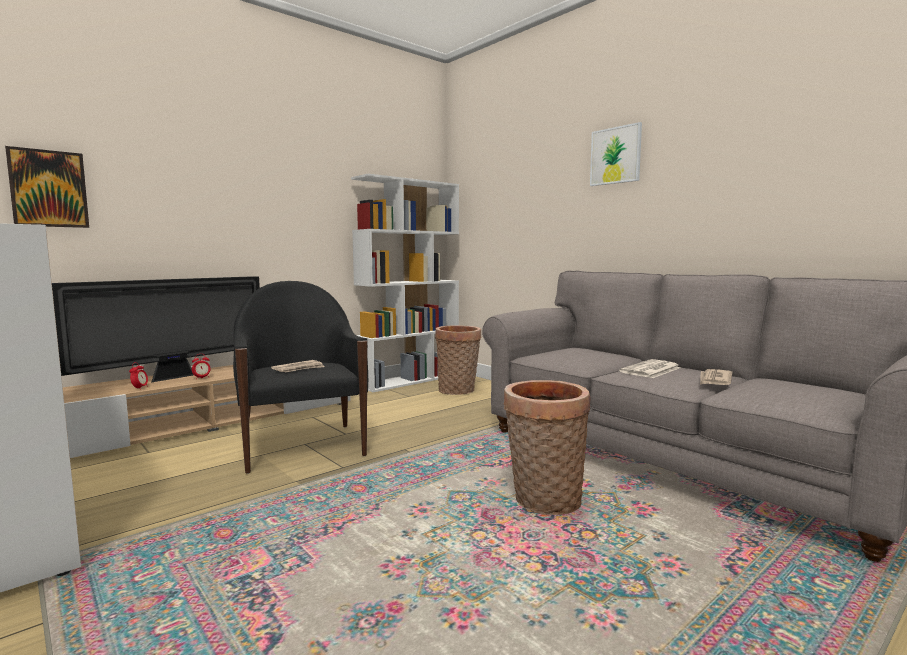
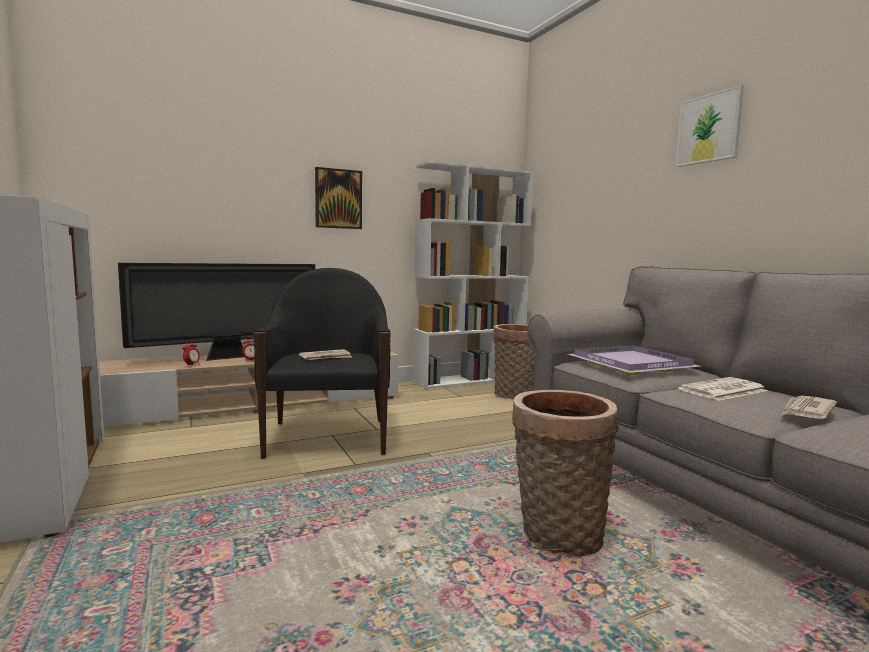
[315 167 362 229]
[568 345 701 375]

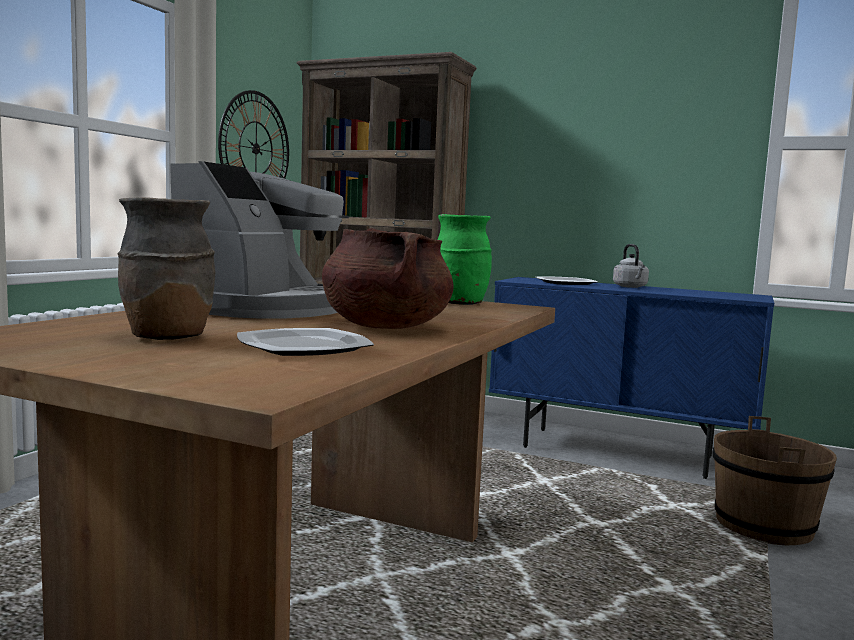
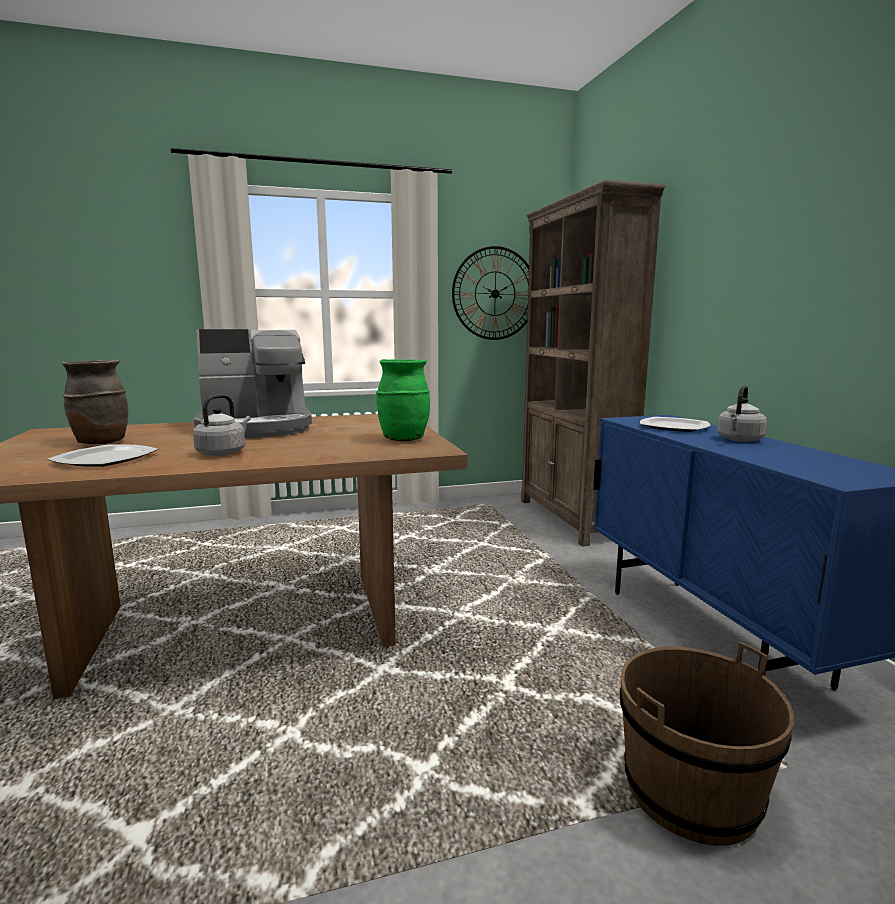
[193 394 251 456]

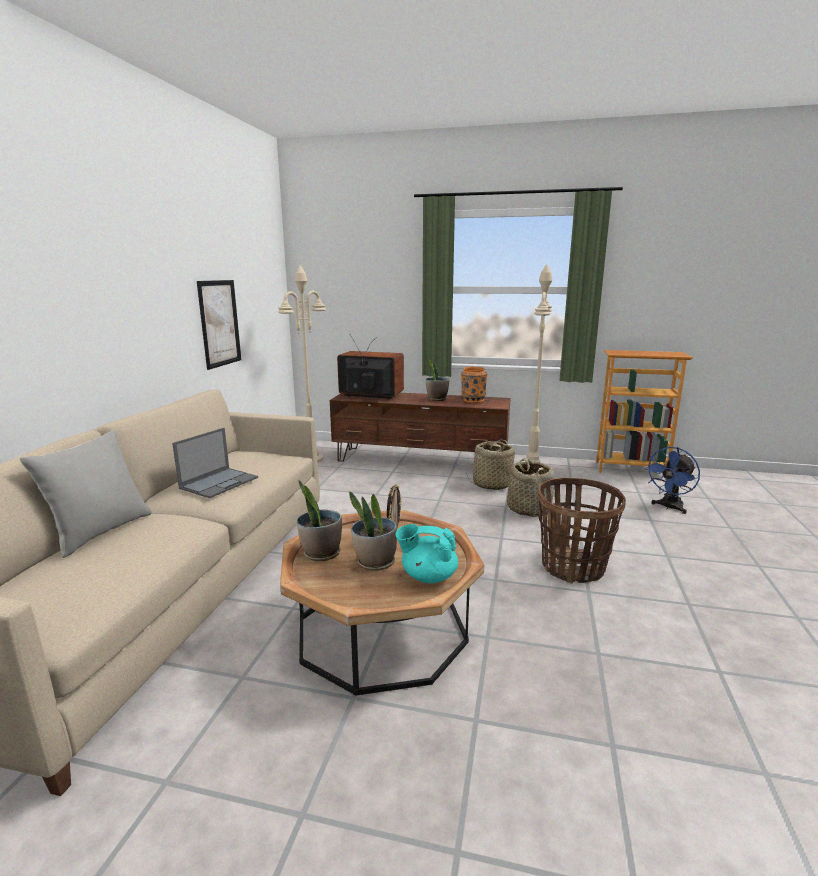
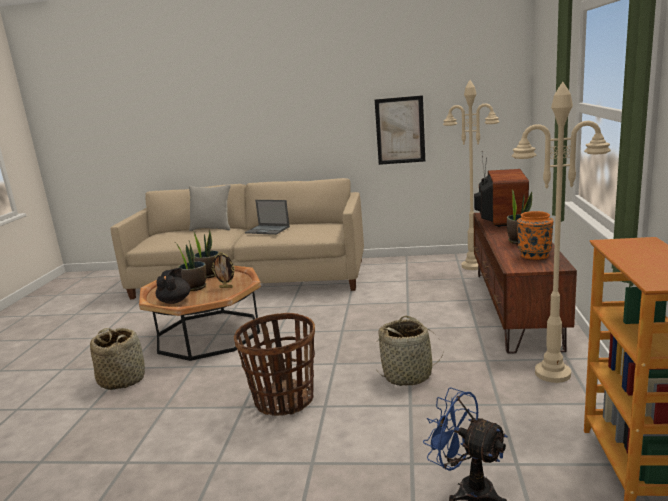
[90 328 145 390]
[156 268 191 304]

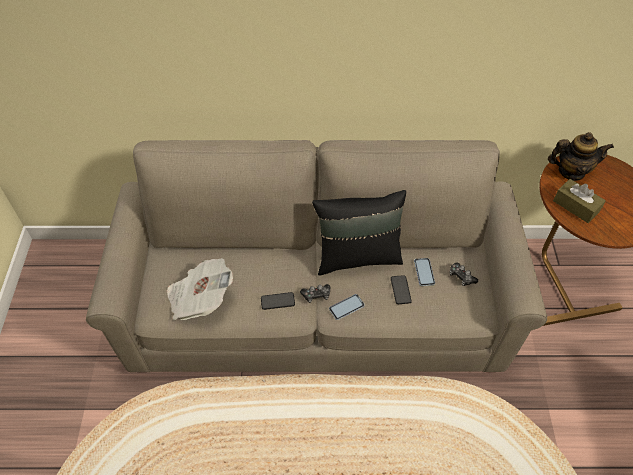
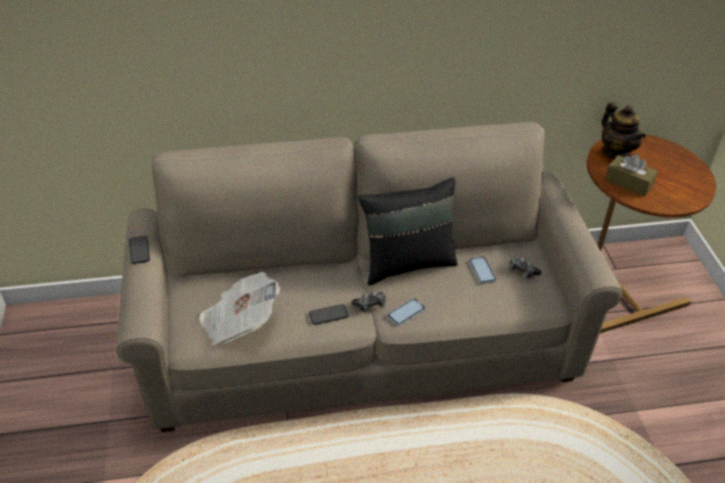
[601 102 646 159]
[129 236 150 264]

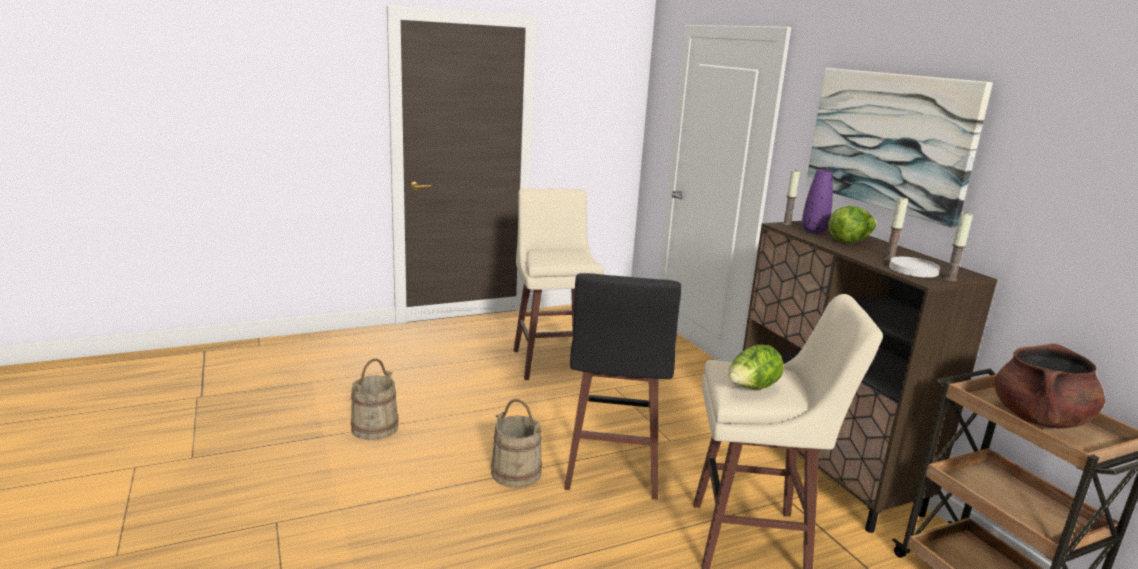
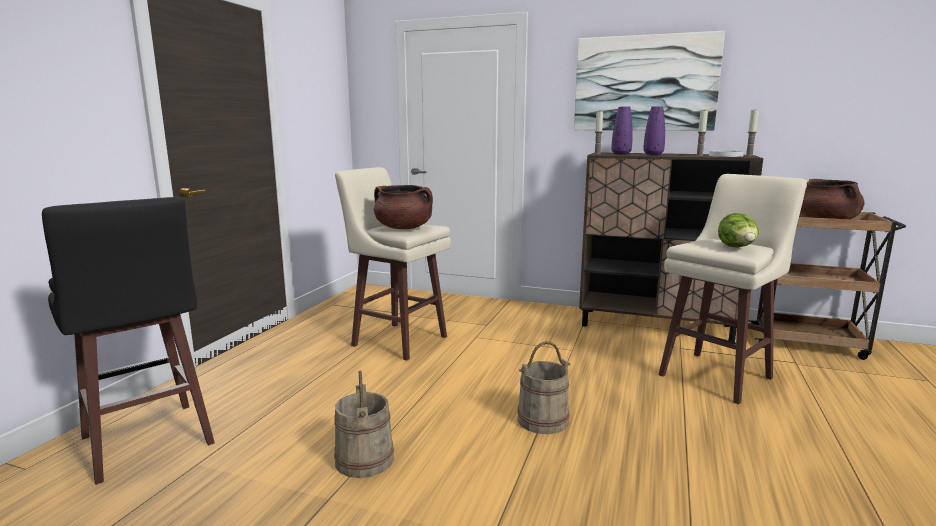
[643 106 665 155]
[42 197 215 485]
[374 185 433 229]

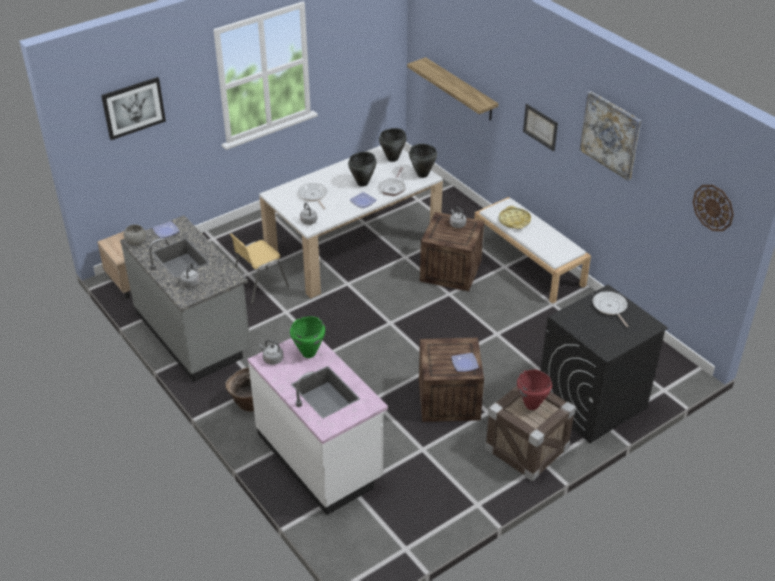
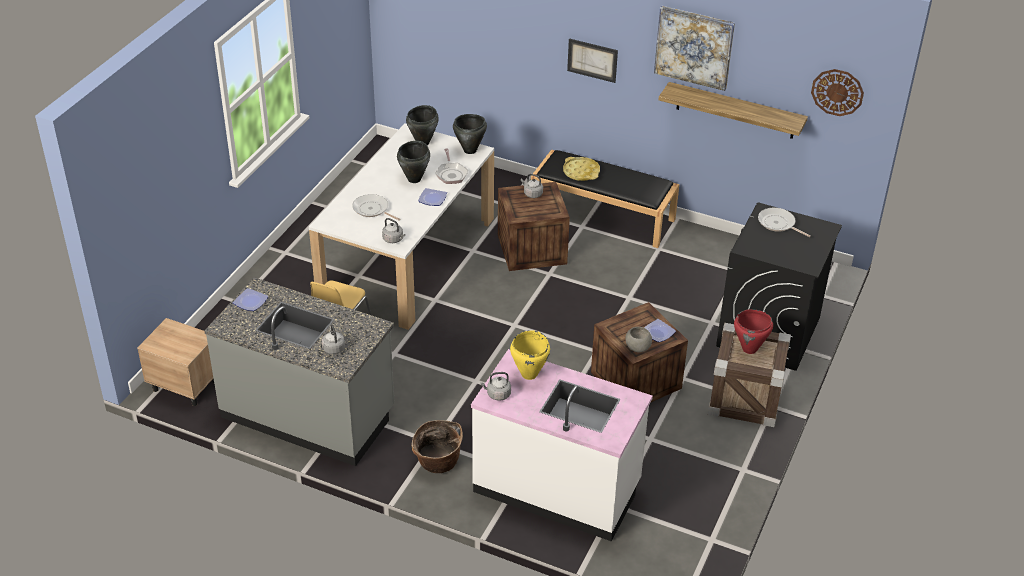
[658 82 808 139]
[101 77 166 140] (first image)
[531 150 679 248]
[625 327 652 352]
[510 330 550 380]

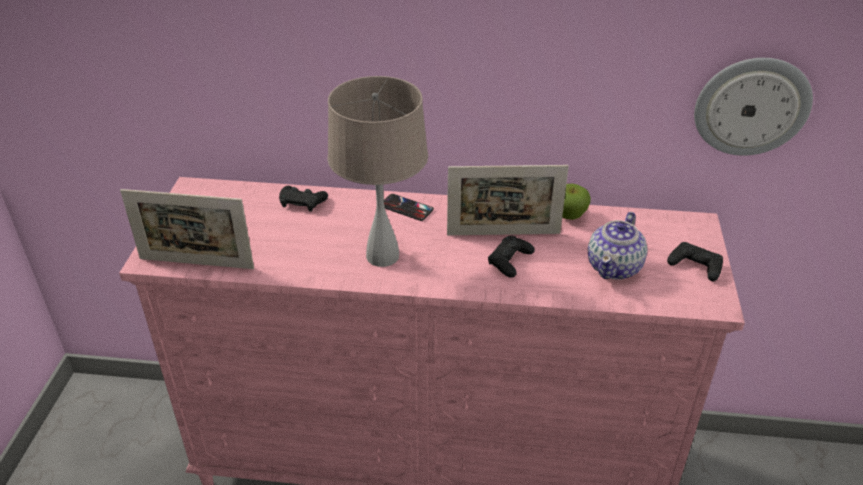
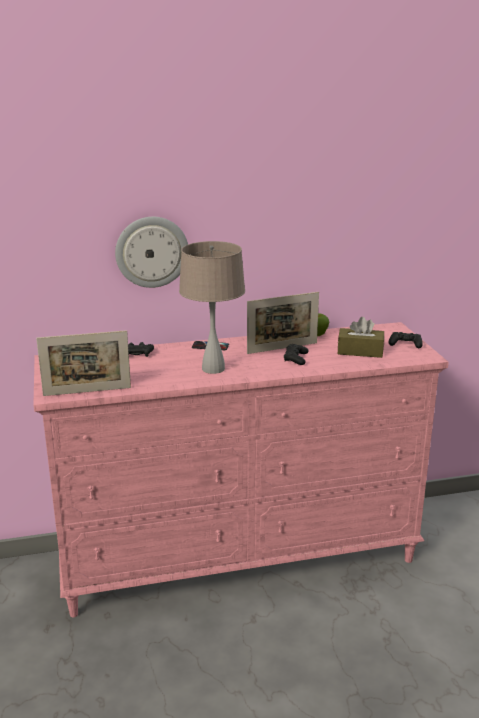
[115 217 188 288]
[338 317 384 358]

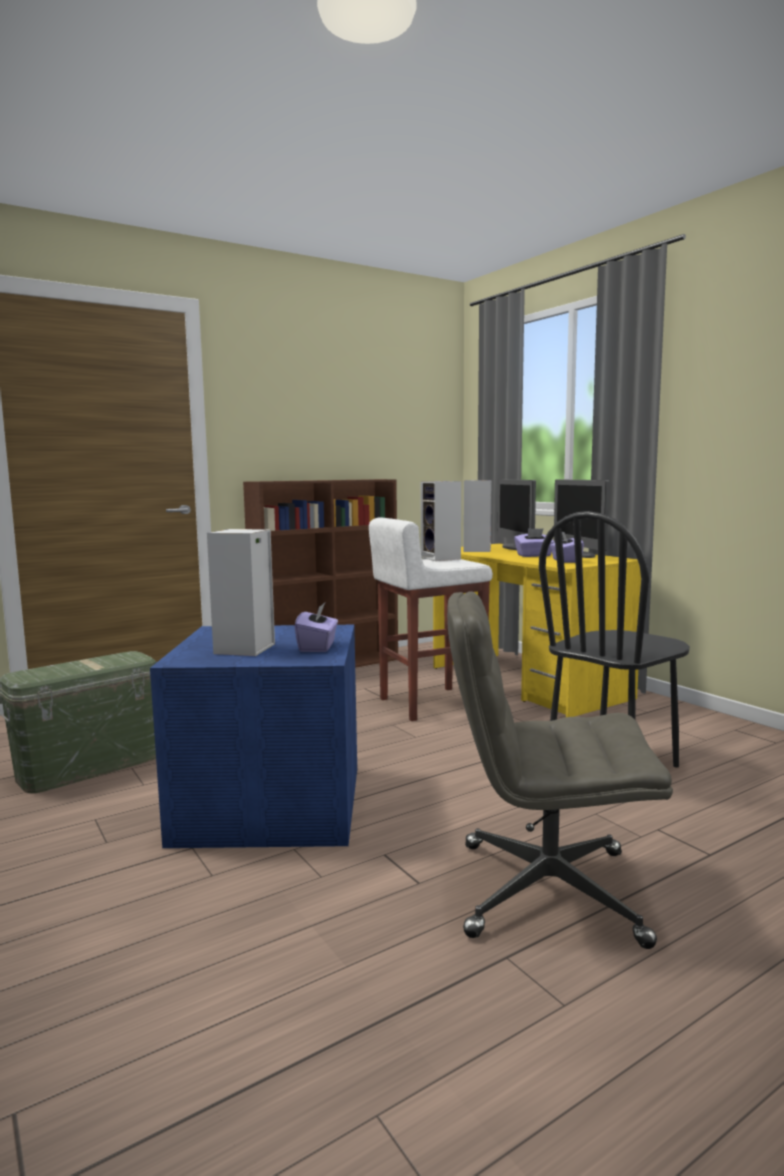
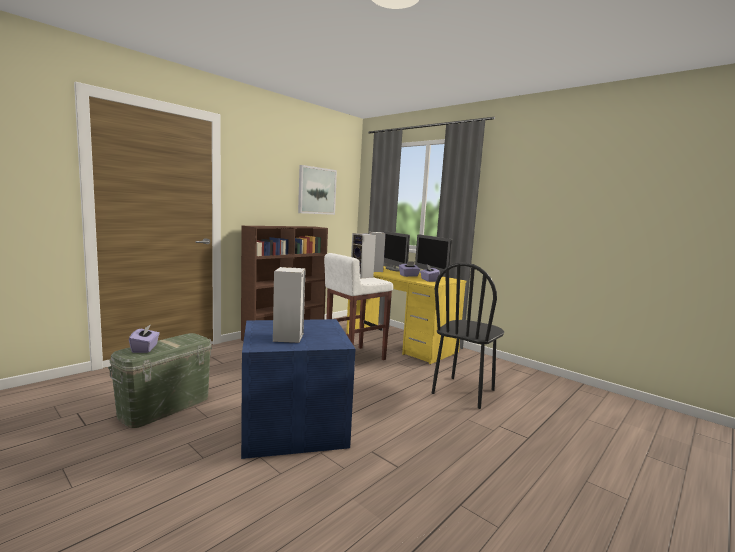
[447 591 673 949] (first image)
[129 324 160 353]
[298 165 337 215]

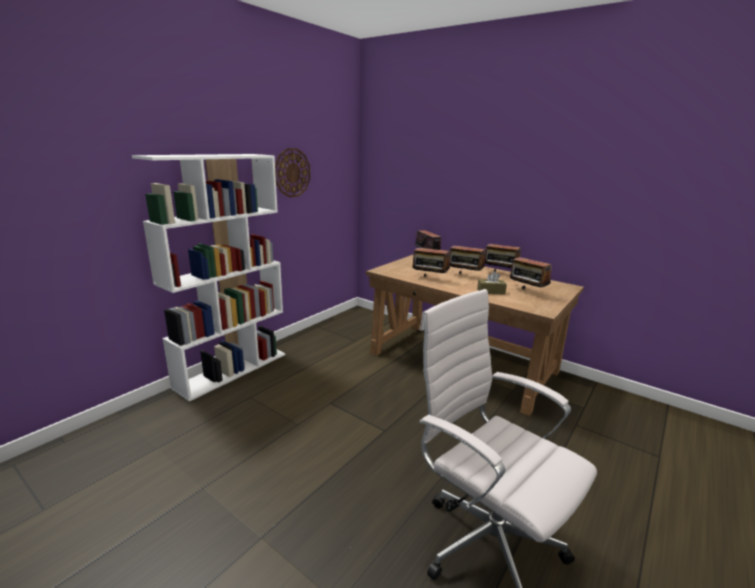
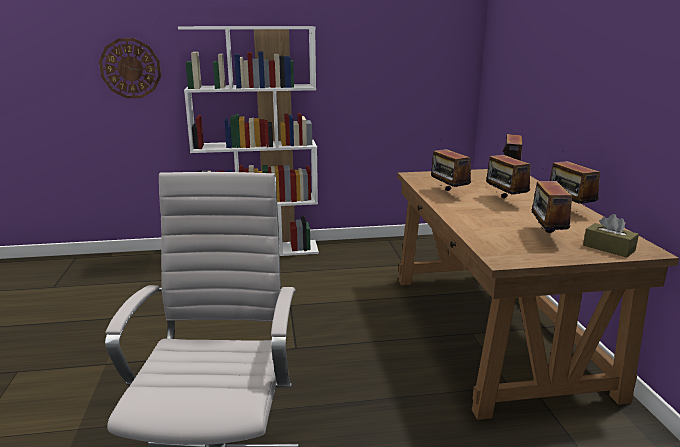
[99 38 161 98]
[583 214 639 257]

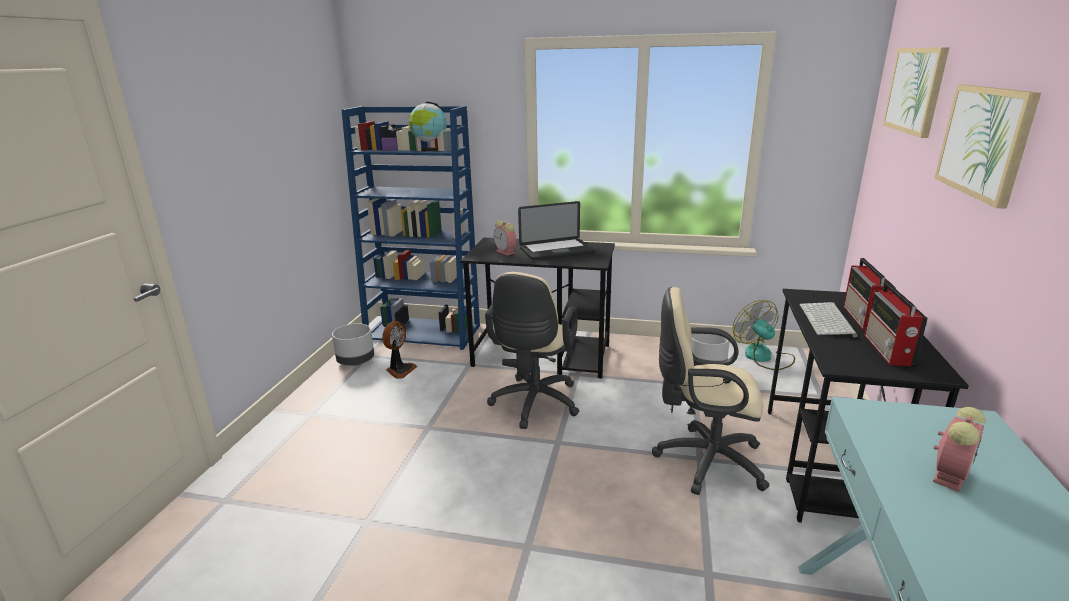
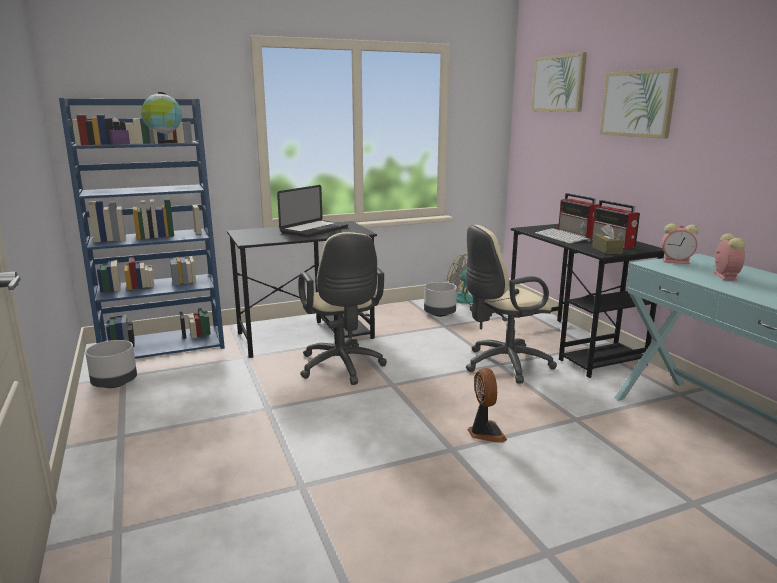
[662 223 699 264]
[468 368 507 443]
[592 224 624 254]

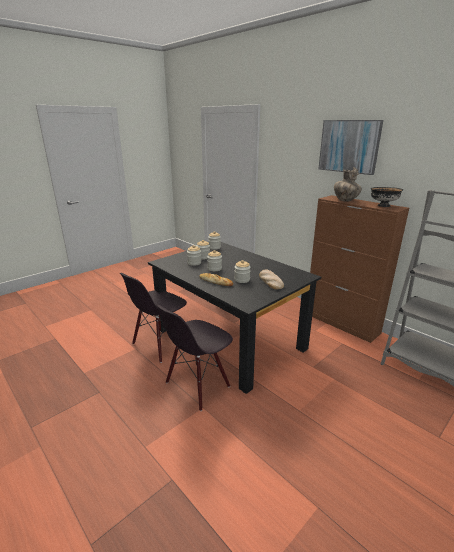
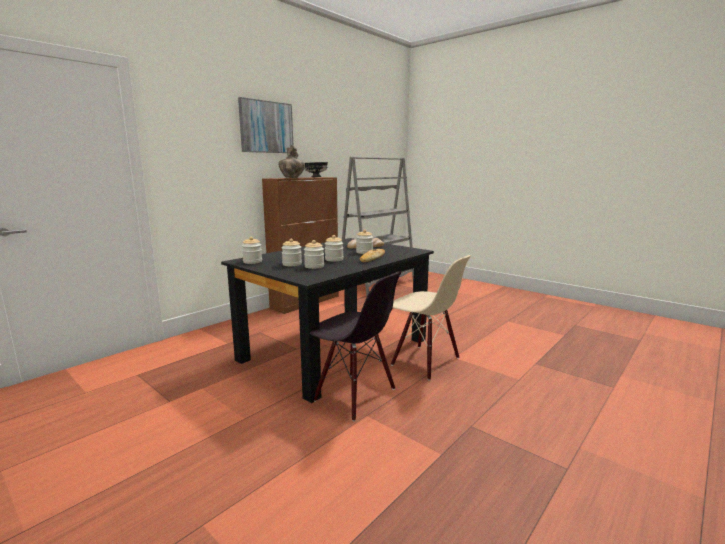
[391 255 471 380]

